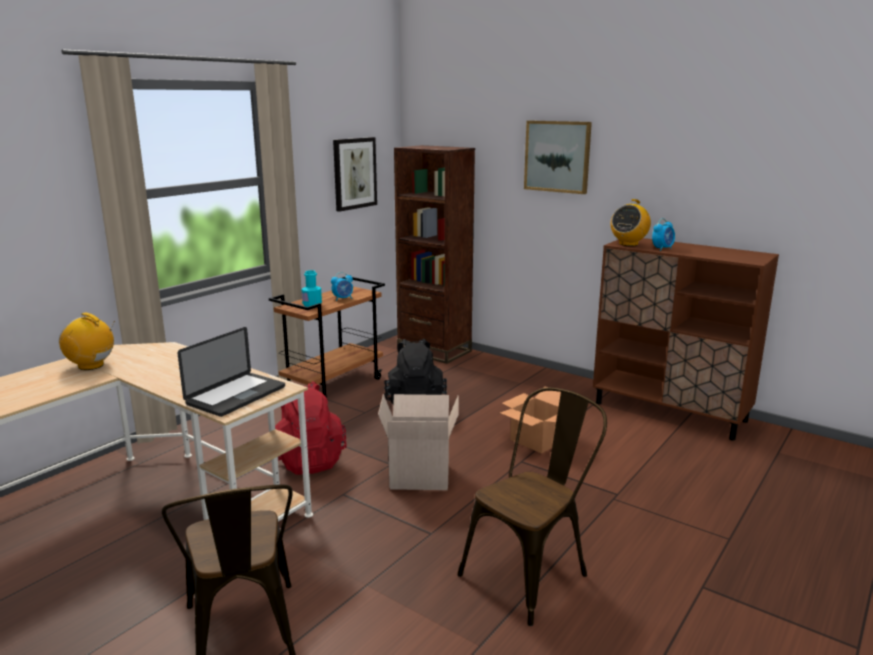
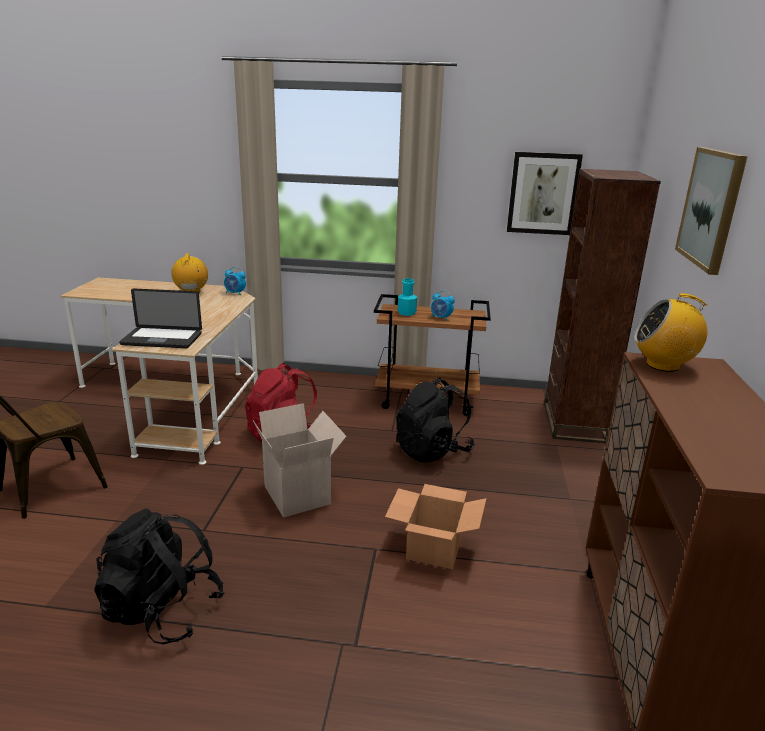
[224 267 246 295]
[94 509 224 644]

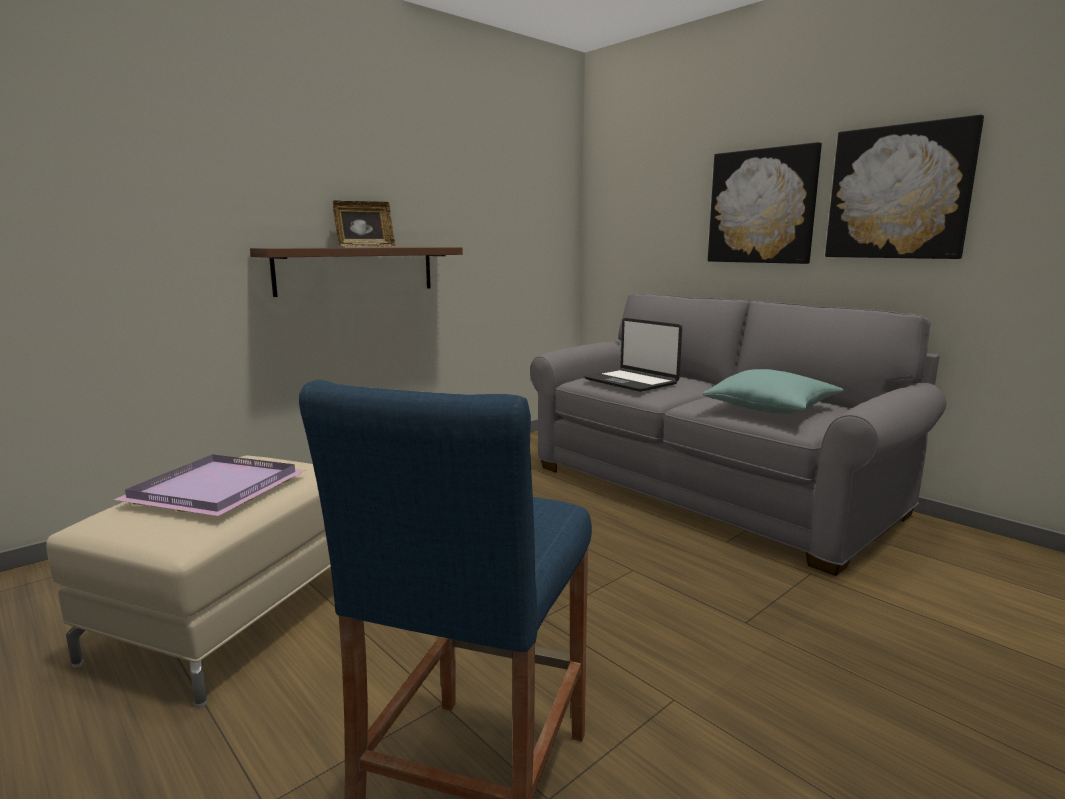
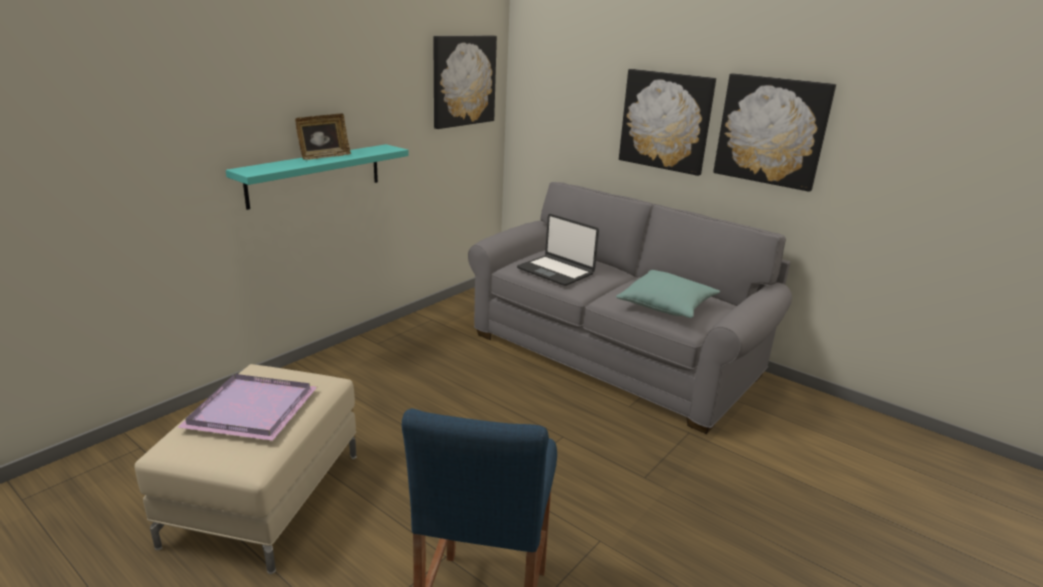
[226 144 409 210]
[433 36 497 129]

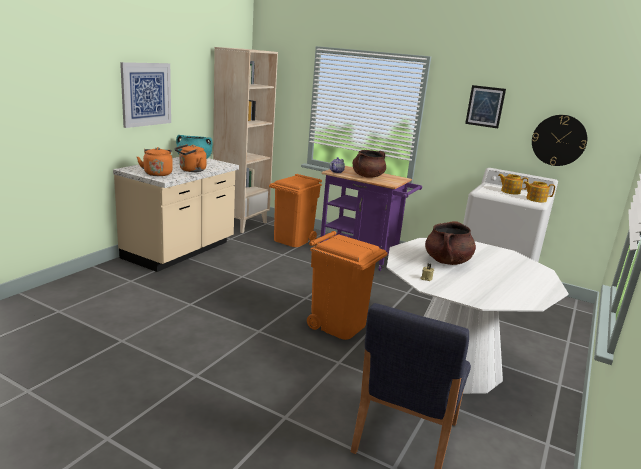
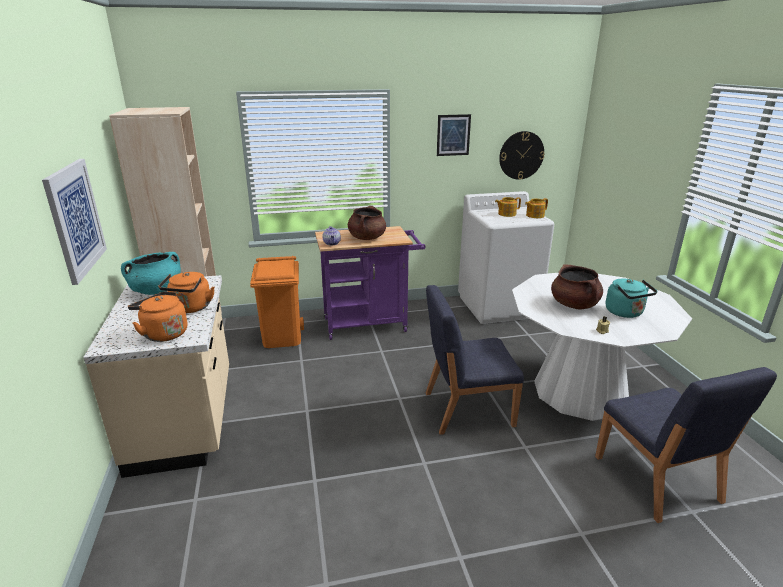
[426 285 524 435]
[606 279 658 318]

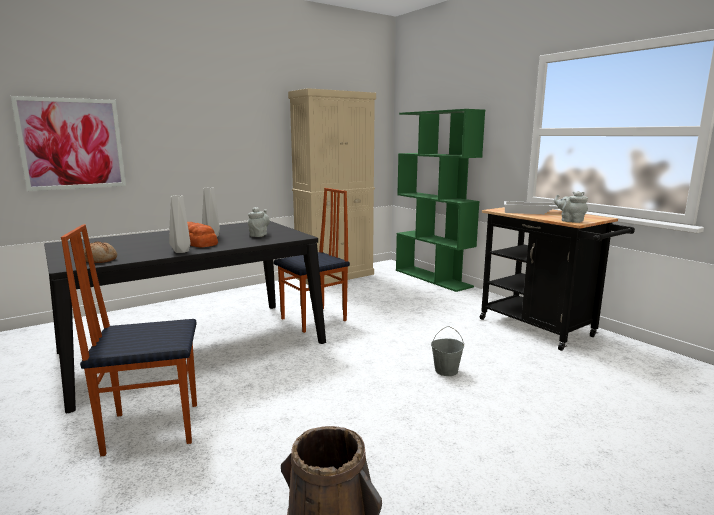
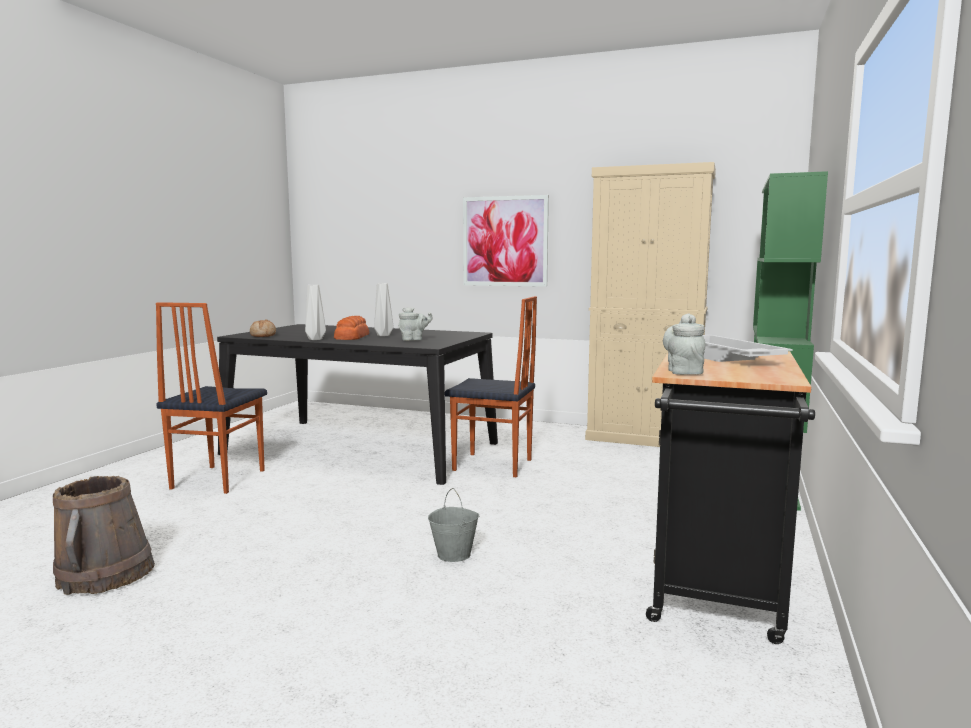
[463 195 549 287]
[156 302 267 494]

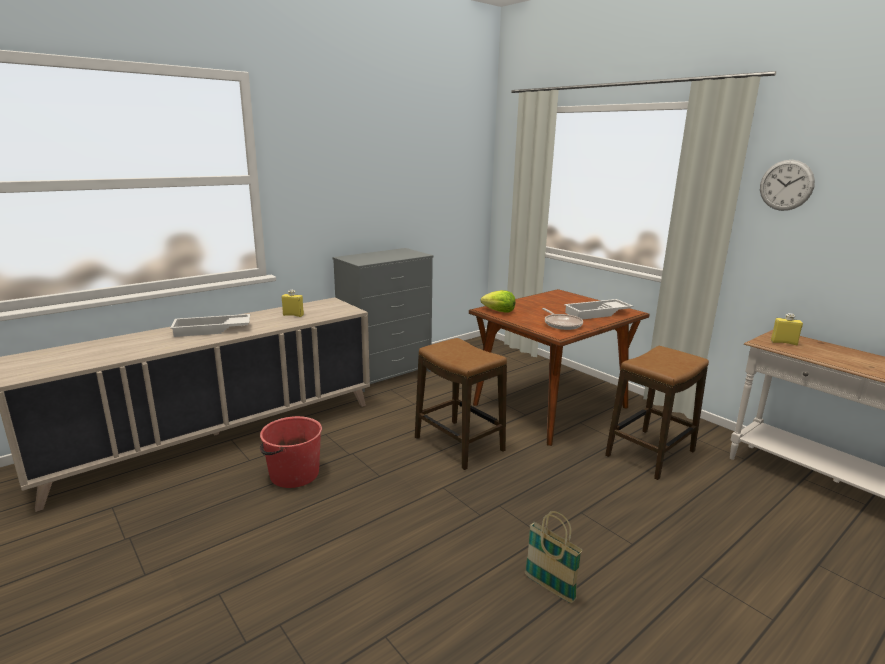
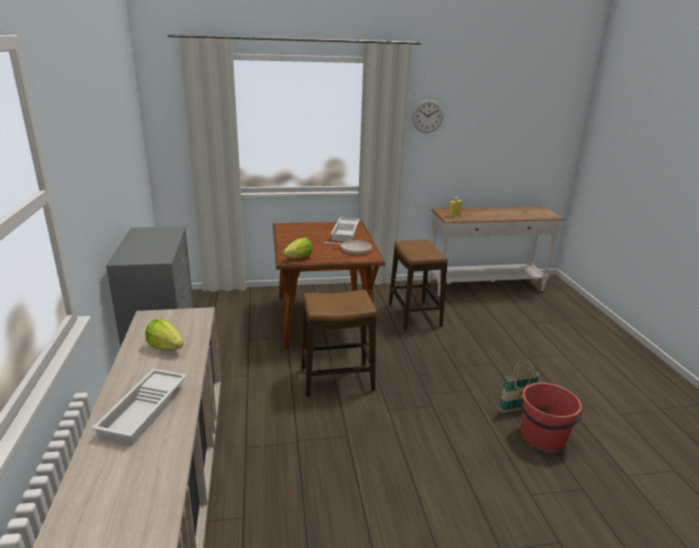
[145 319 184 351]
[519 382 583 451]

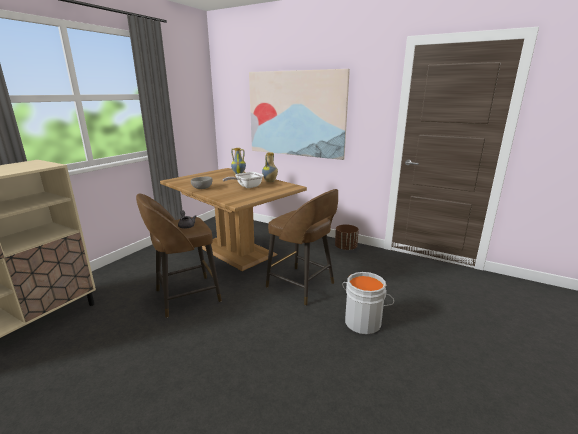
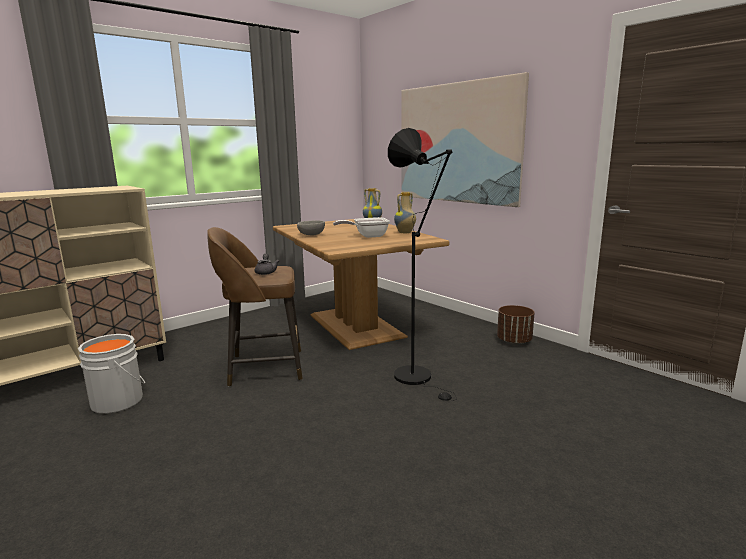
[388 128 457 401]
[78 334 145 414]

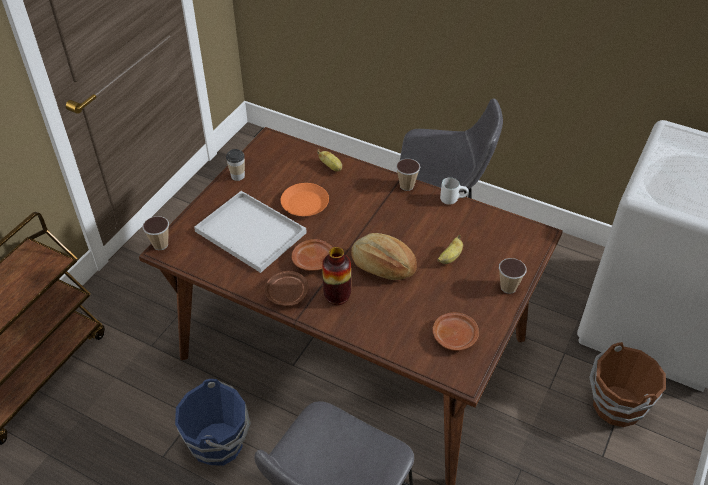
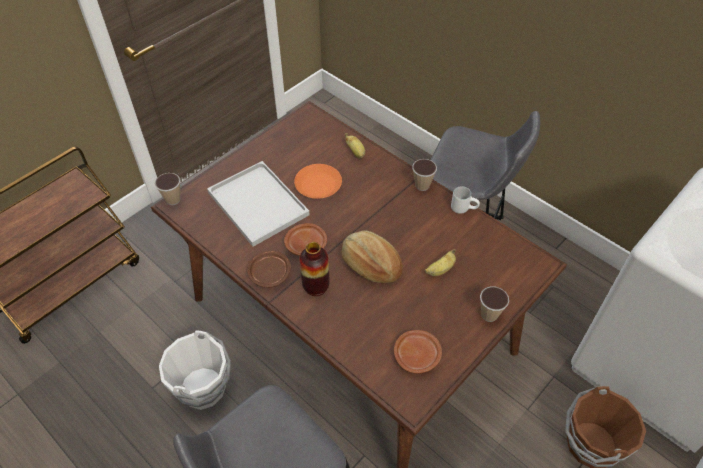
[226 149 245 181] (first image)
[159 331 231 410]

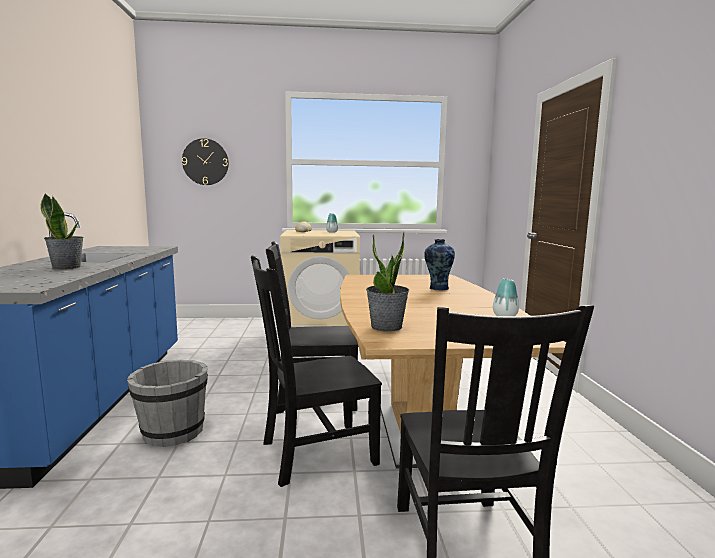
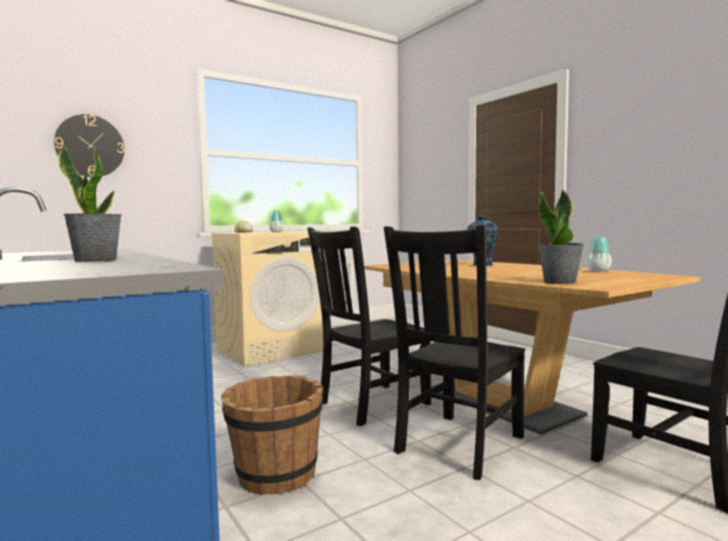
[221 375 323 495]

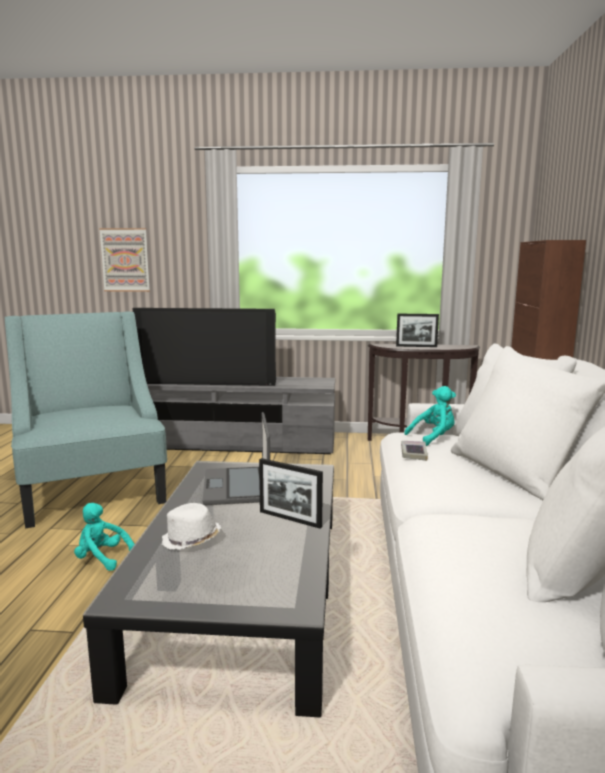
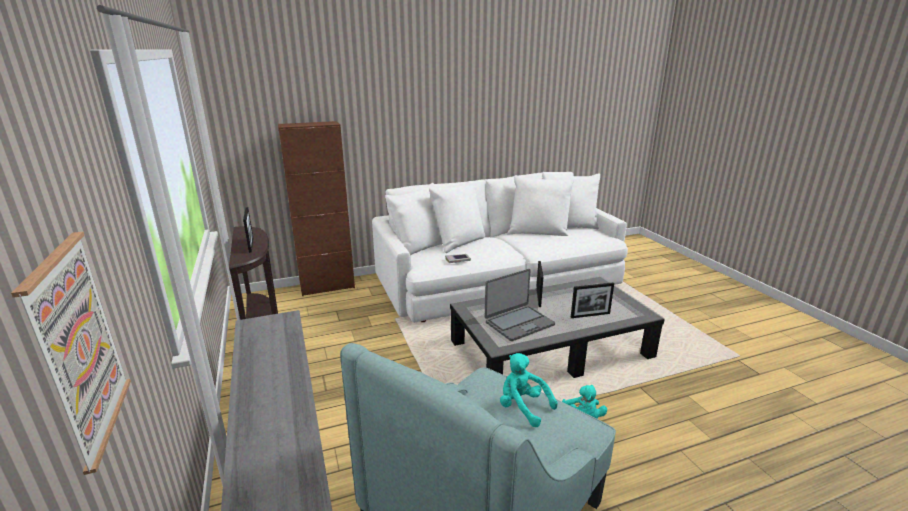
[132 308 276 386] (first image)
[500 353 558 427]
[571 283 614 318]

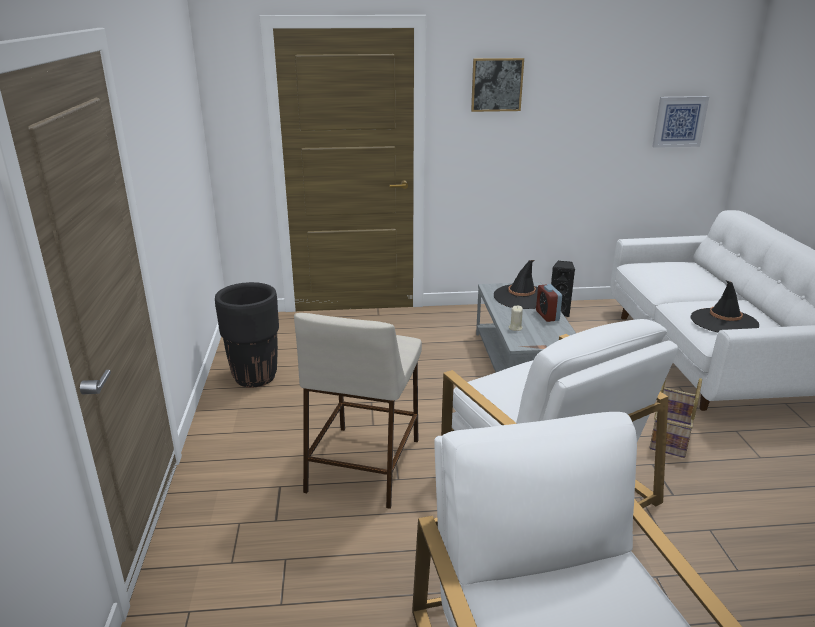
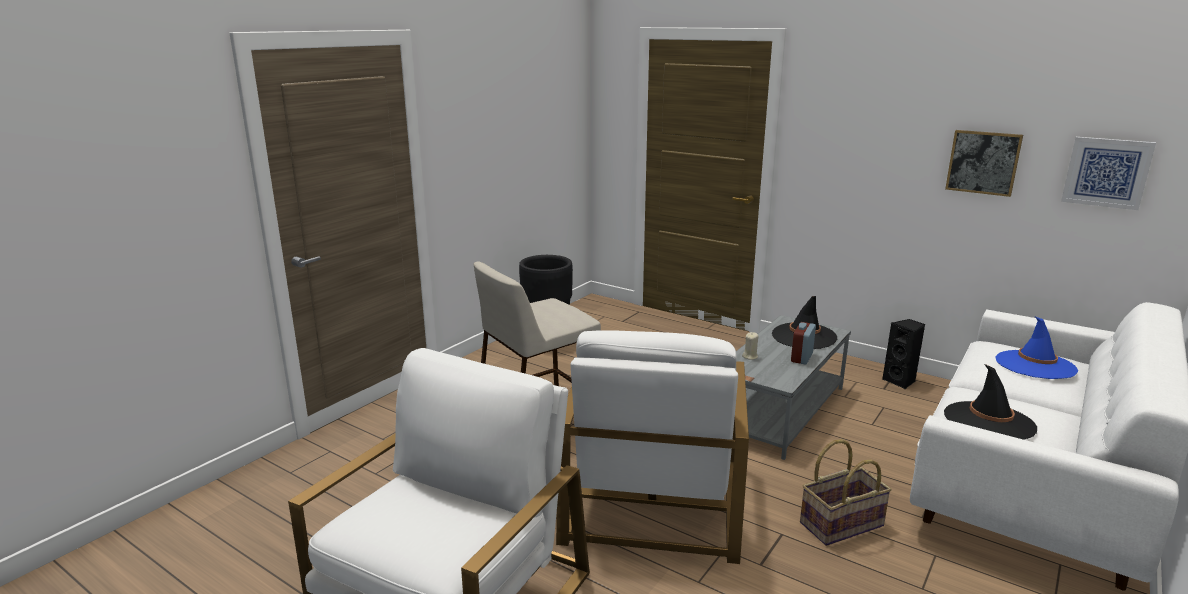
[945 130 1023 197]
[995 317 1078 379]

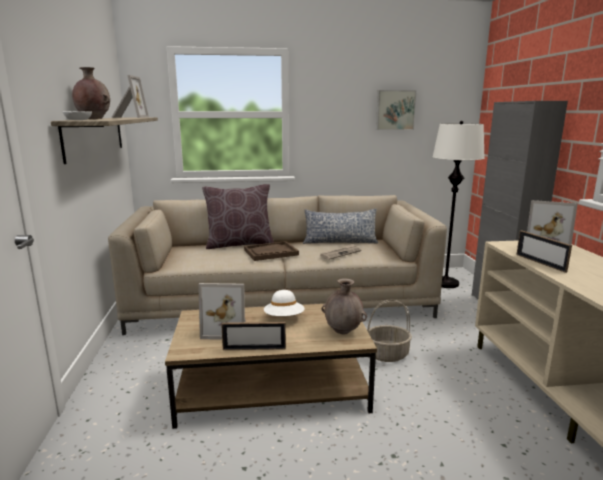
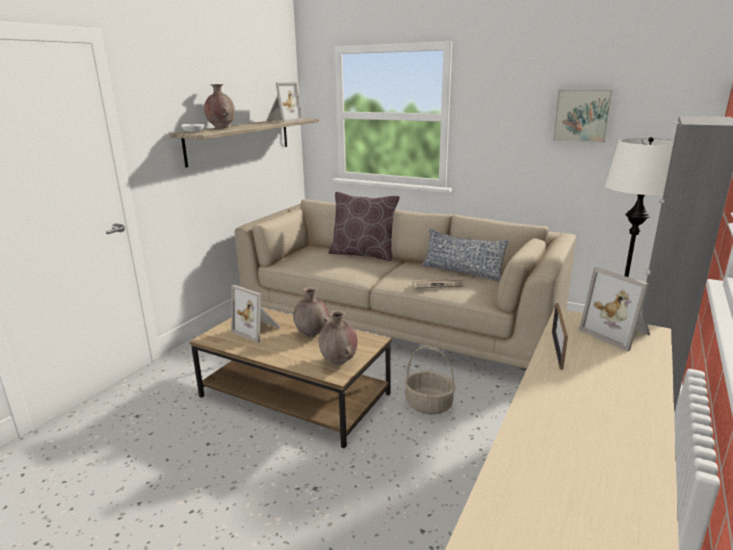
[244 241 299 261] (first image)
[293 287 330 337]
[221 322 286 350] (first image)

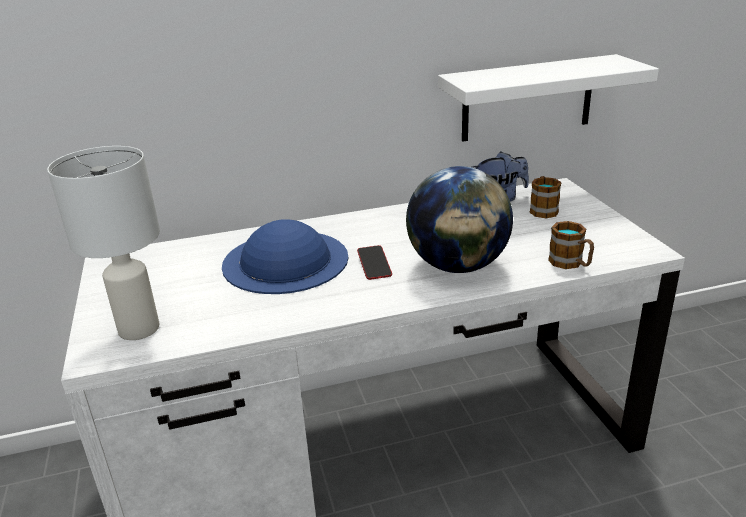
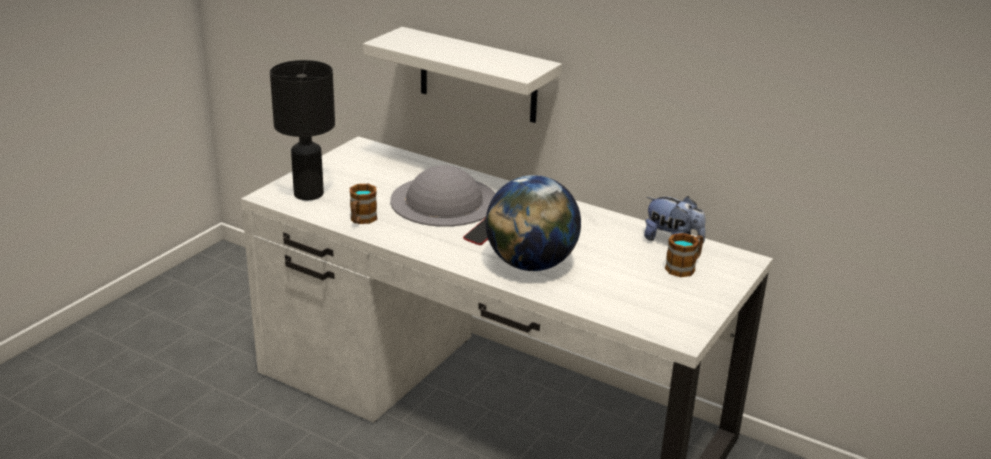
[363 27 562 123]
[270 60 335 200]
[390 165 496 227]
[350 184 377 224]

